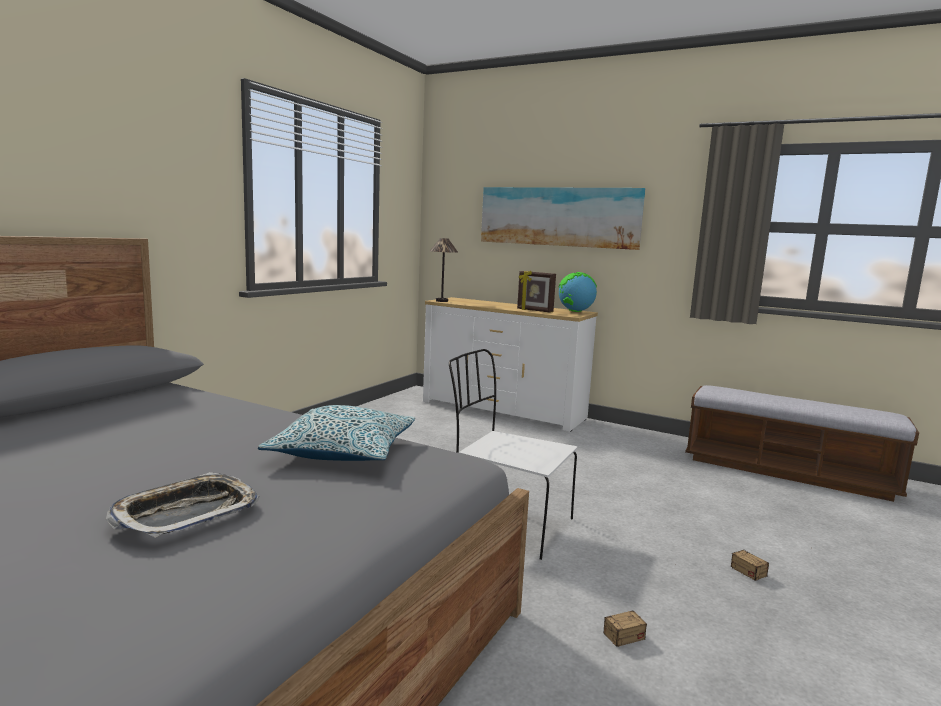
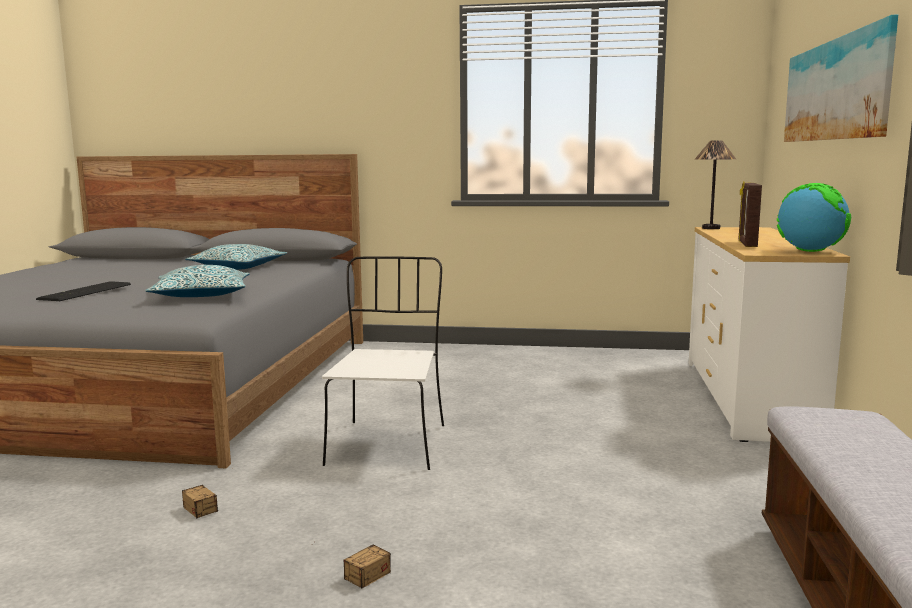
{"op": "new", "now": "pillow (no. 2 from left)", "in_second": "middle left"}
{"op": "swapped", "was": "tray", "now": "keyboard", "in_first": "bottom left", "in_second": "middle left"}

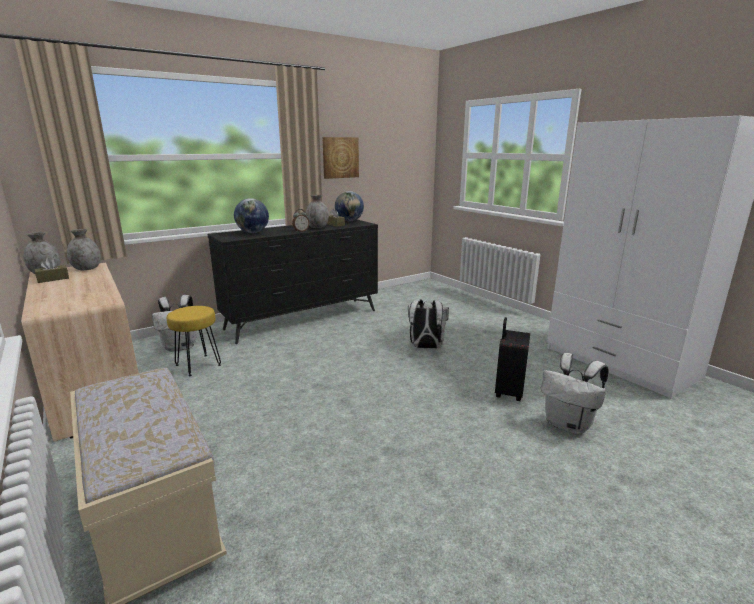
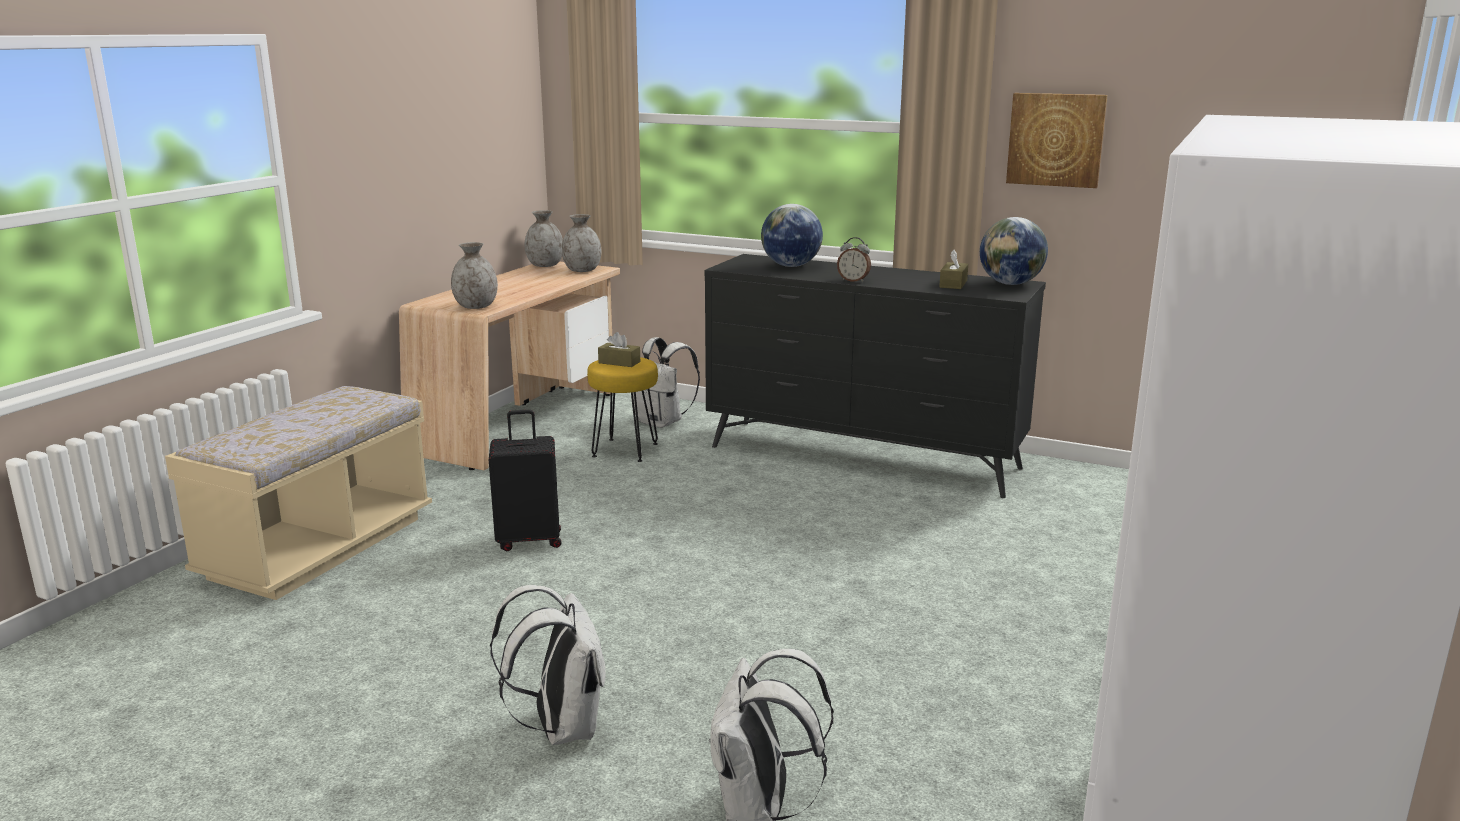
{"op": "shifted", "was": "tissue box (brown) (no. 1 from left)", "in_first": "middle left", "in_second": "centre"}
{"op": "shifted", "was": "vase (grey) (no. 3 from left in the first image)", "now": "vase (grey) (no. 1 from left)", "in_first": "centre", "in_second": "middle left"}
{"op": "shifted", "was": "backpack (white) (no. 2 from left in the first image)", "now": "backpack (white) (no. 1 from left)", "in_first": "centre", "in_second": "bottom centre"}
{"op": "shifted", "was": "suitcase (black)", "in_first": "middle right", "in_second": "centre"}

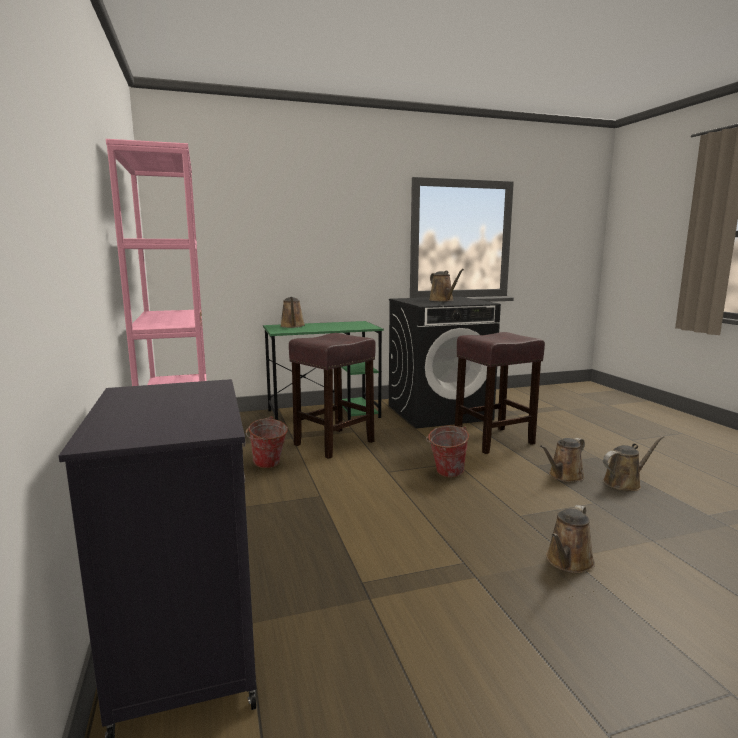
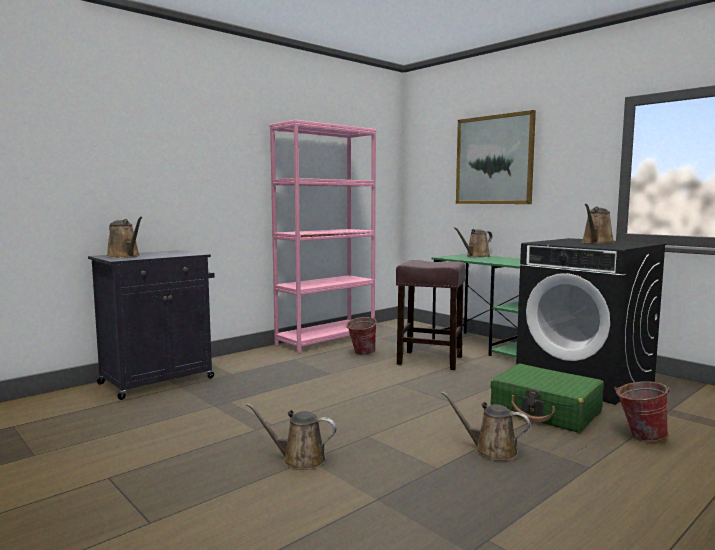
{"op": "new", "now": "picture", "in_second": "top right"}
{"op": "shifted", "was": "bucket (no. 2 from left)", "in_first": "centre", "in_second": "bottom right"}
{"op": "shifted", "was": "watering can (brown) (no. 5 from left in the first image)", "now": "watering can (brown) (no. 1 from left)", "in_first": "middle right", "in_second": "middle left"}
{"op": "swapped", "was": "stool (brown) (no. 2 from left)", "now": "suitcase (green)", "in_first": "middle right", "in_second": "bottom right"}

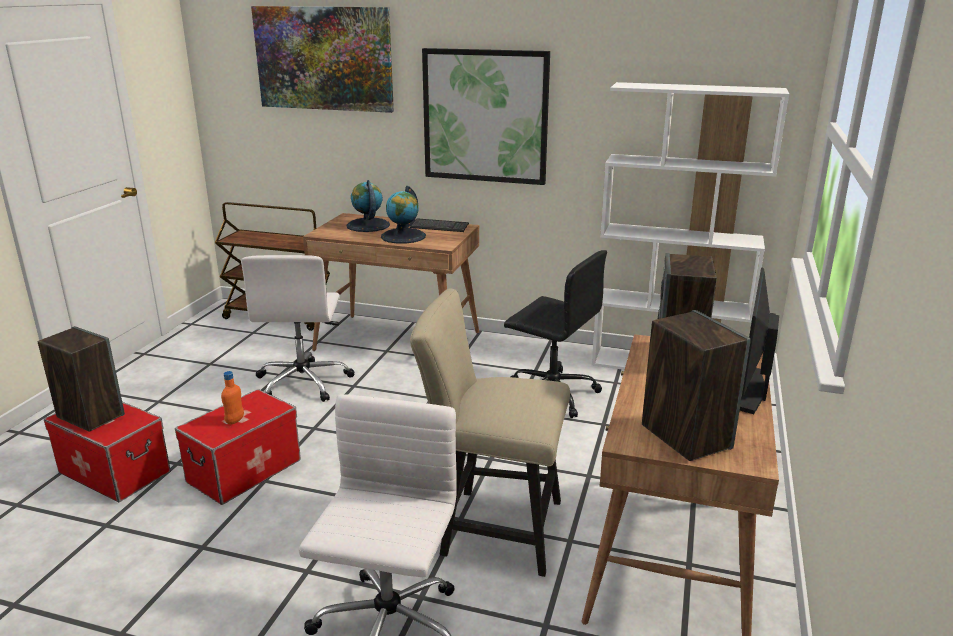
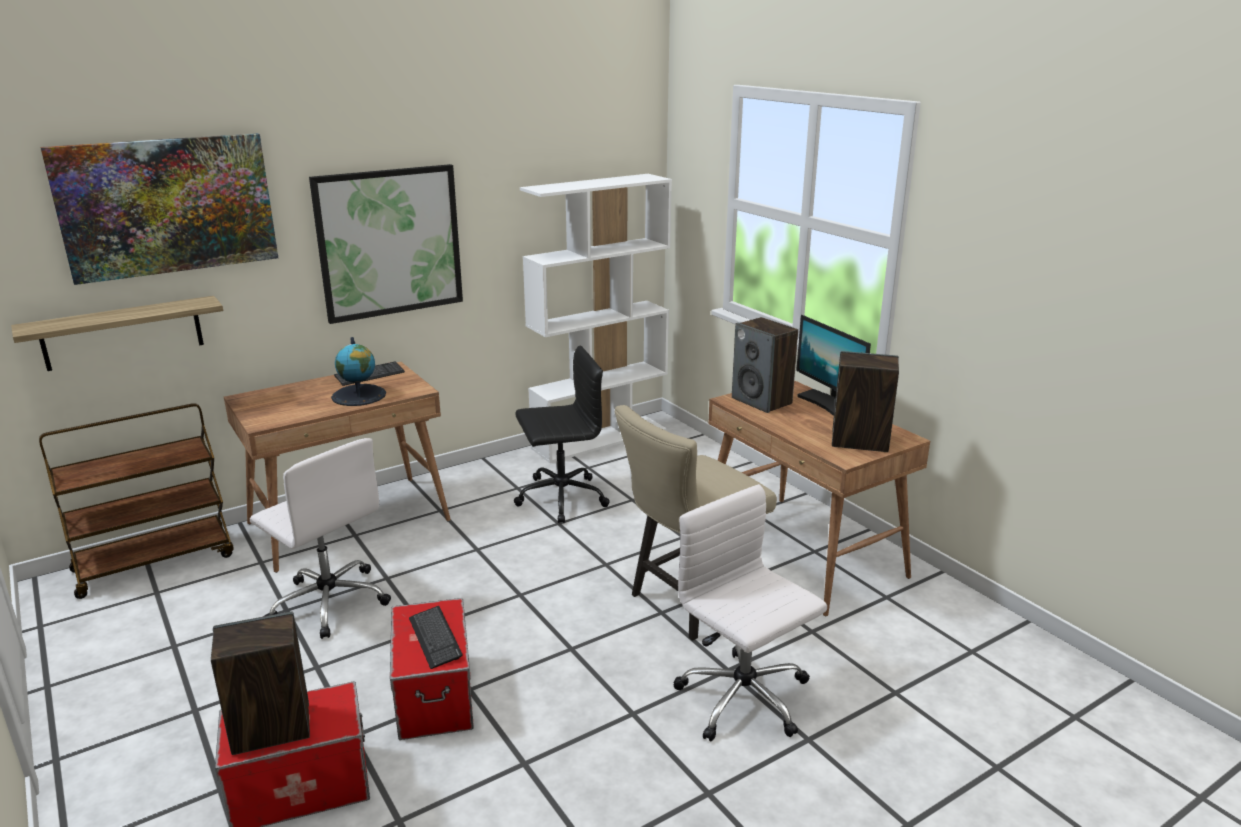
{"op": "gone", "was": "globe (no. 1 from left)", "in_first": "top centre"}
{"op": "new", "now": "shelf", "in_second": "middle left"}
{"op": "swapped", "was": "bottle (orange)", "now": "keyboard (no. 2 from left)", "in_first": "middle left", "in_second": "bottom centre"}

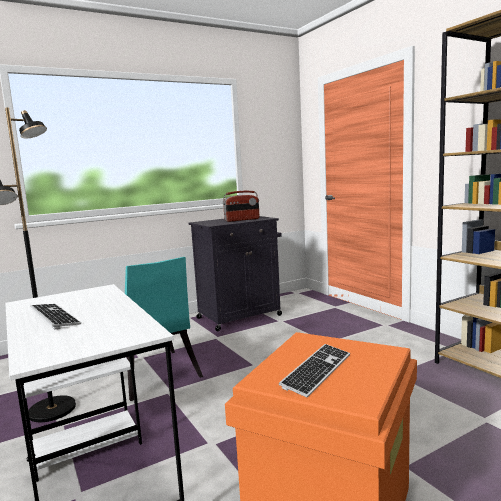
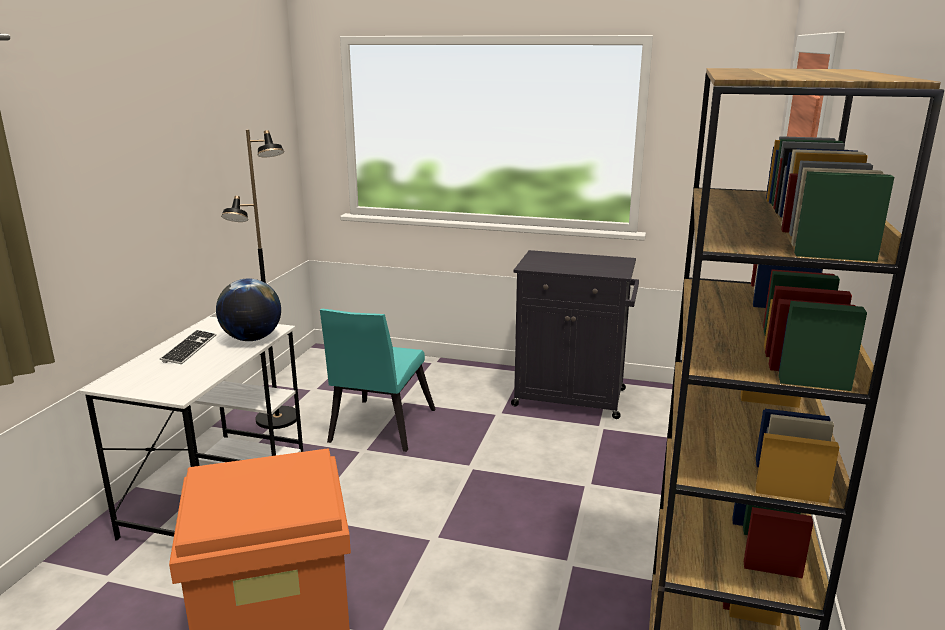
{"op": "gone", "was": "radio", "in_first": "centre"}
{"op": "gone", "was": "keyboard (no. 2 from left)", "in_first": "bottom centre"}
{"op": "new", "now": "globe", "in_second": "middle left"}

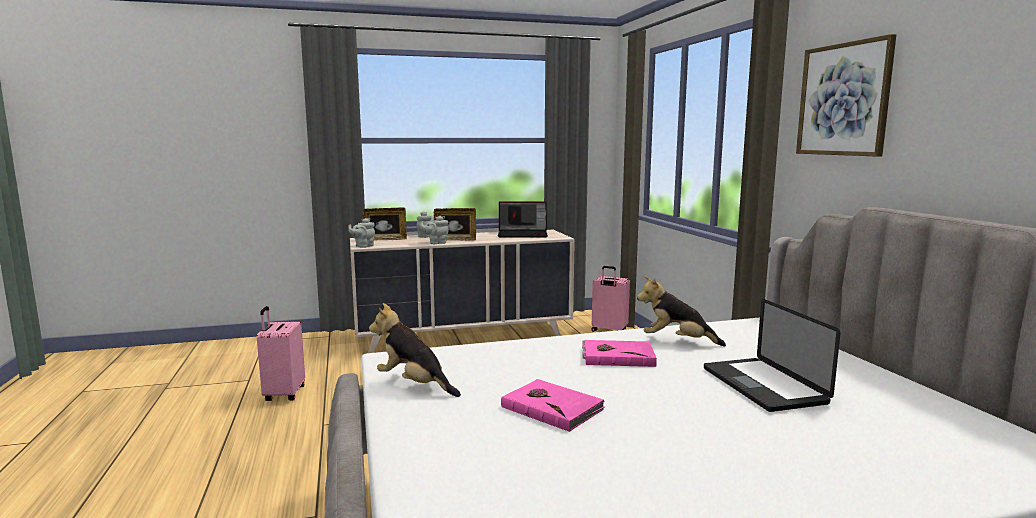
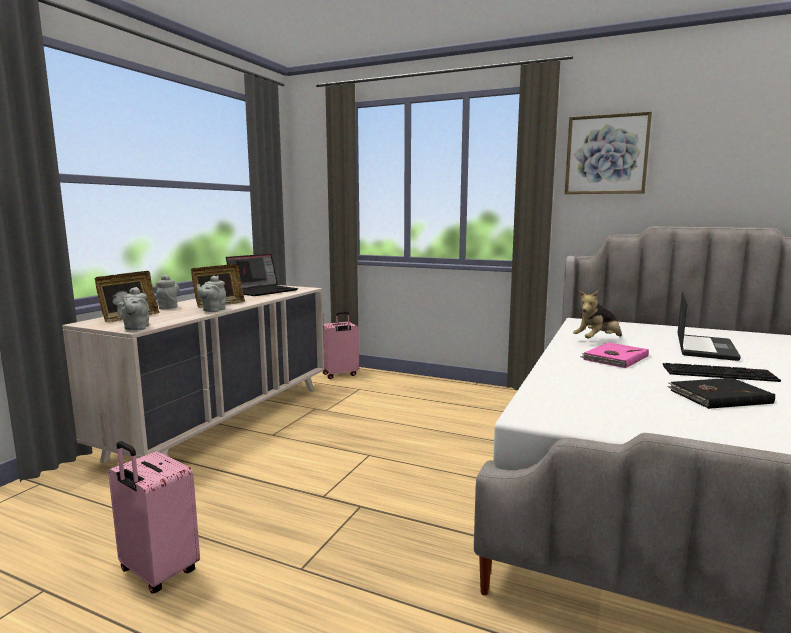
{"op": "gone", "was": "plush toy (no. 1 from left)", "in_first": "bottom centre"}
{"op": "new", "now": "keyboard", "in_second": "middle right"}
{"op": "repainted", "was": "book (pink) (no. 1 from left)", "now": "book (black)", "in_first": "bottom centre", "in_second": "middle right"}
{"op": "rotated", "was": "laptop (no. 2 from left)", "in_first": "bottom right", "in_second": "middle right", "clockwise": -90}

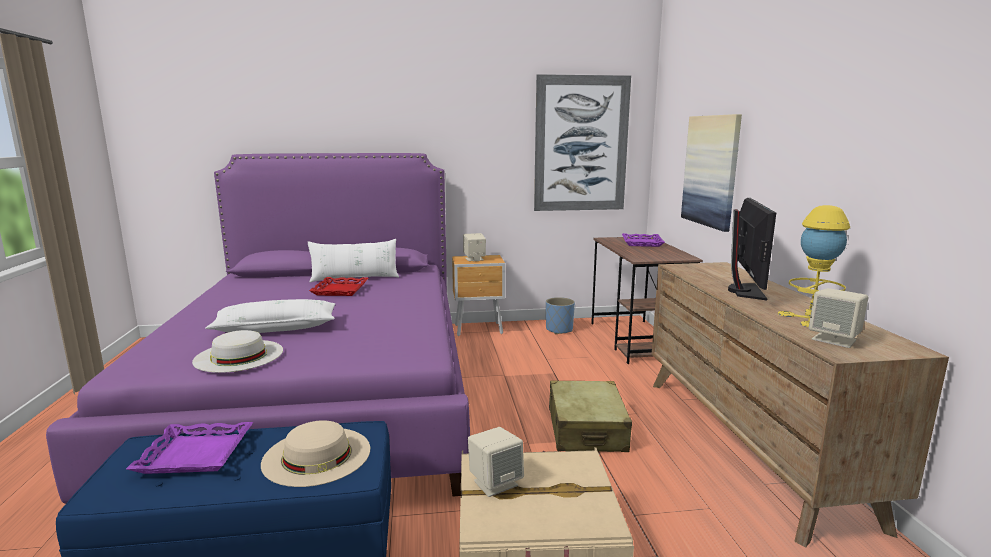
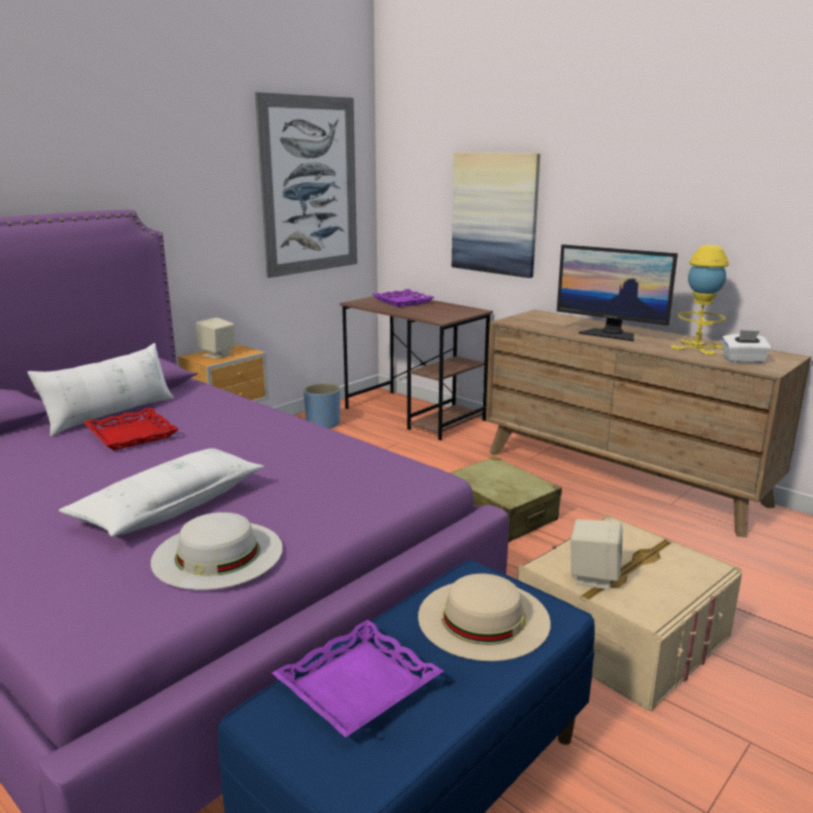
{"op": "swapped", "was": "speaker (beige) (no. 3 from left)", "now": "tissue box (white)", "in_first": "middle right", "in_second": "middle right"}
{"op": "rotated", "was": "monitor", "in_first": "middle right", "in_second": "middle right", "clockwise": 150}

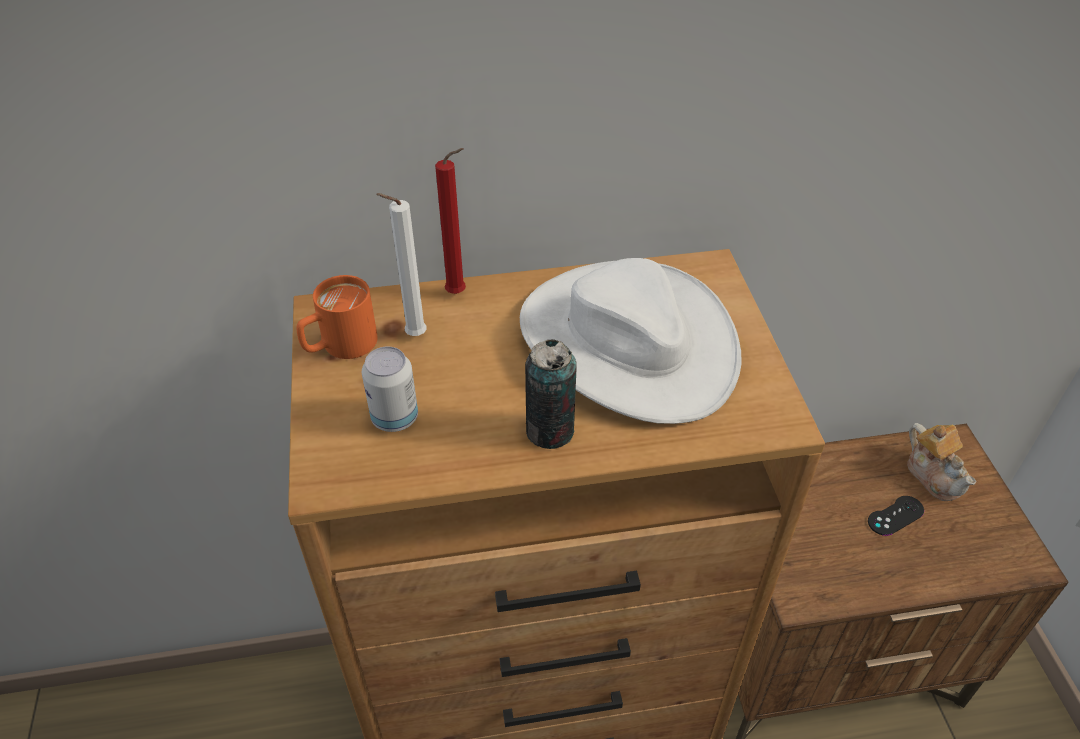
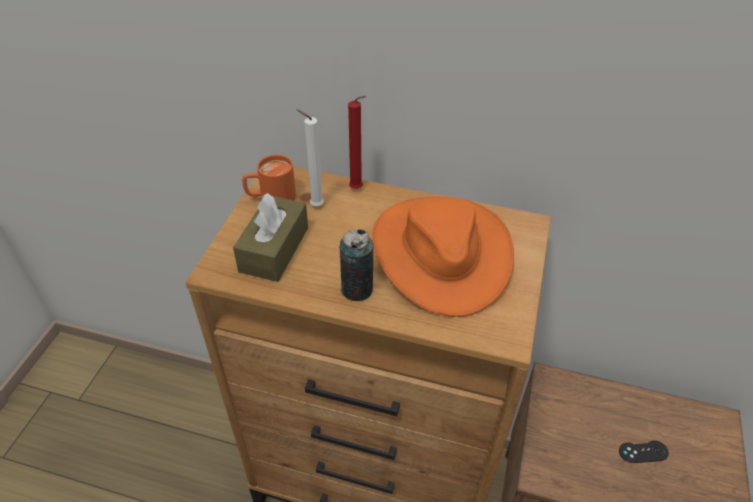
{"op": "gone", "was": "teapot", "in_first": "middle right"}
{"op": "swapped", "was": "can (no. 1 from left)", "now": "tissue box (brown)", "in_first": "centre", "in_second": "centre"}
{"op": "repainted", "was": "hat (white)", "now": "hat (orange)", "in_first": "centre", "in_second": "centre"}

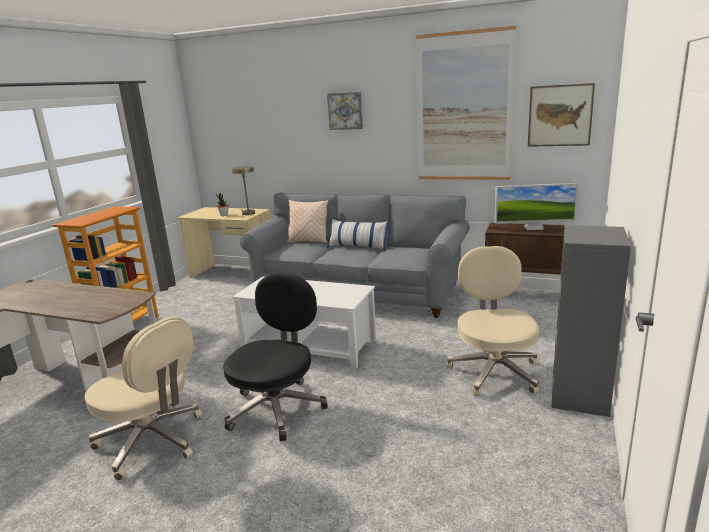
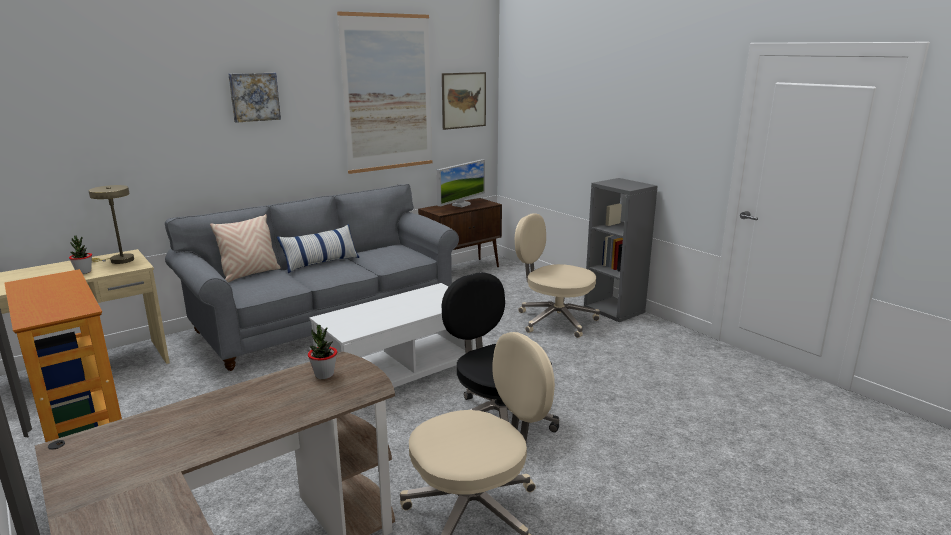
{"op": "new", "now": "potted plant (no. 2 from left)", "in_second": "centre"}

